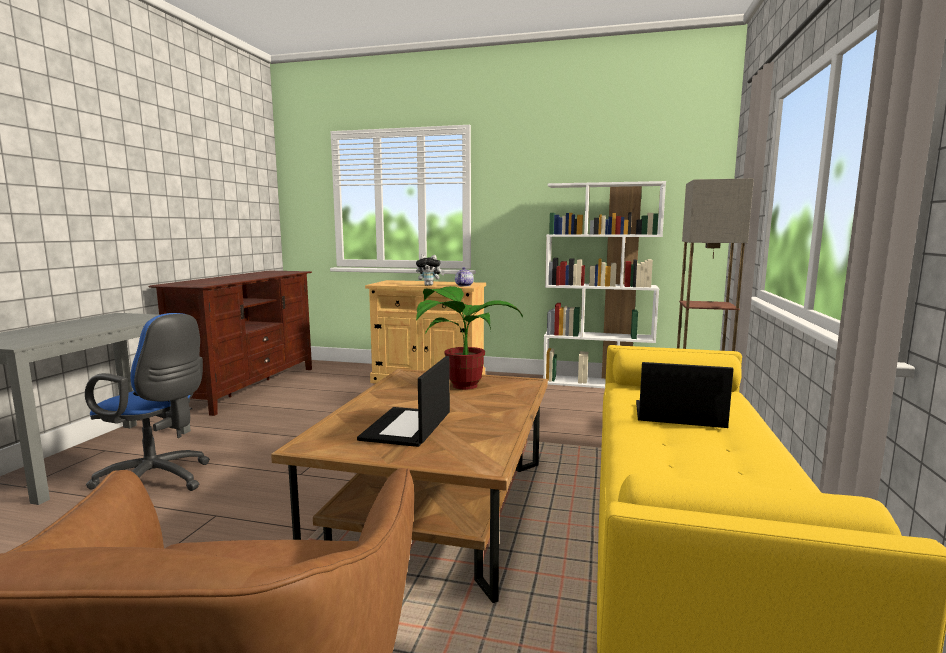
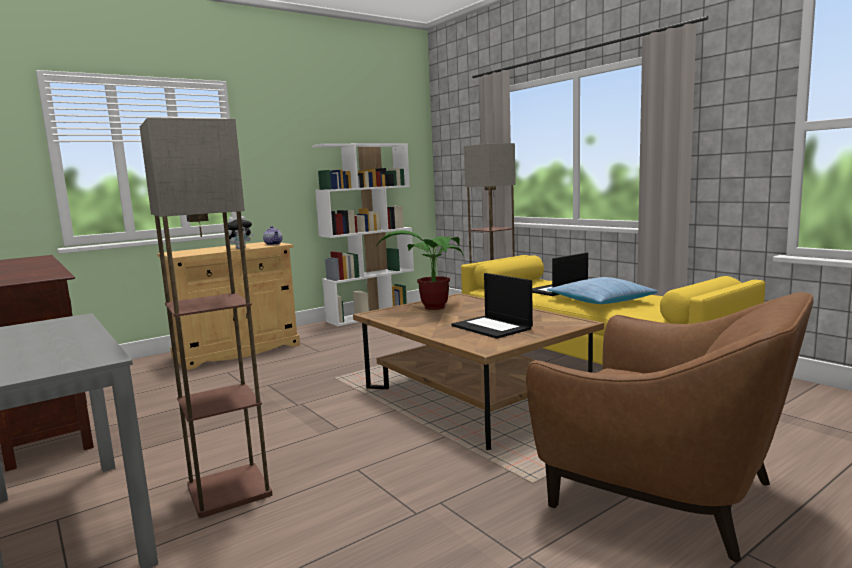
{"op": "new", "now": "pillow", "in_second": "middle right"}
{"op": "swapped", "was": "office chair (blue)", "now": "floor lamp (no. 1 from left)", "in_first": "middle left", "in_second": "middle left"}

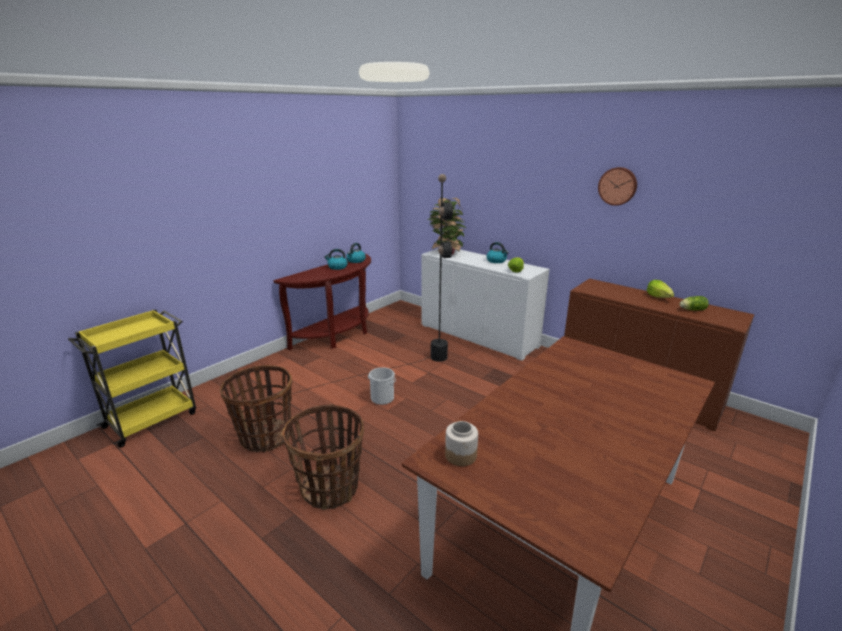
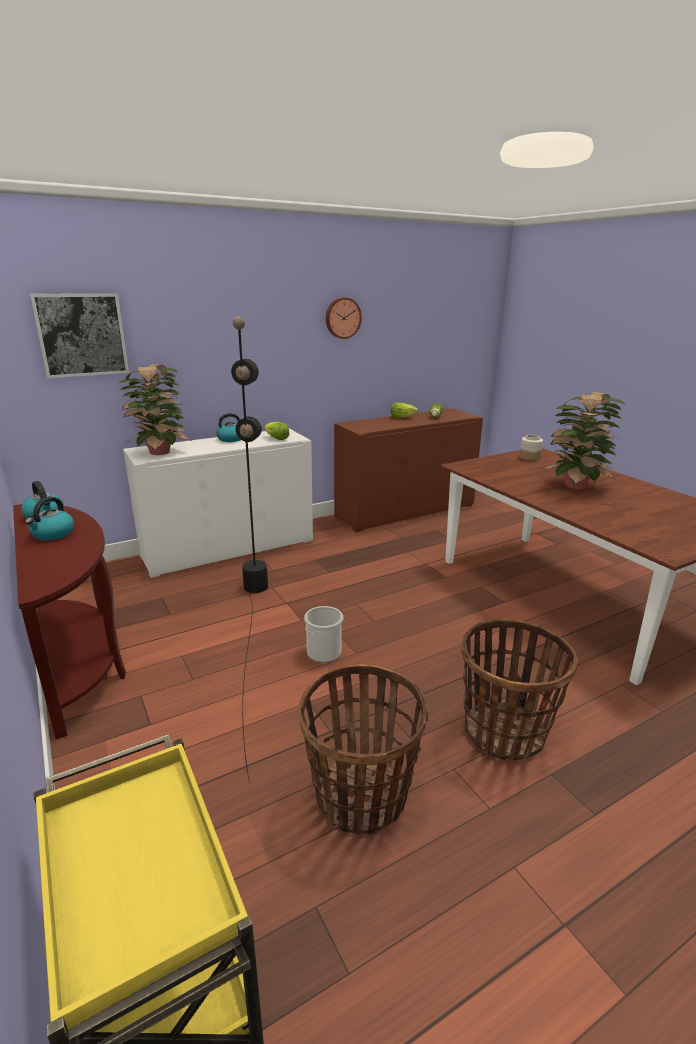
{"op": "new", "now": "picture", "in_second": "top left"}
{"op": "new", "now": "potted plant (no. 2 from left)", "in_second": "middle right"}
{"op": "shifted", "was": "jar", "in_first": "bottom centre", "in_second": "middle right"}

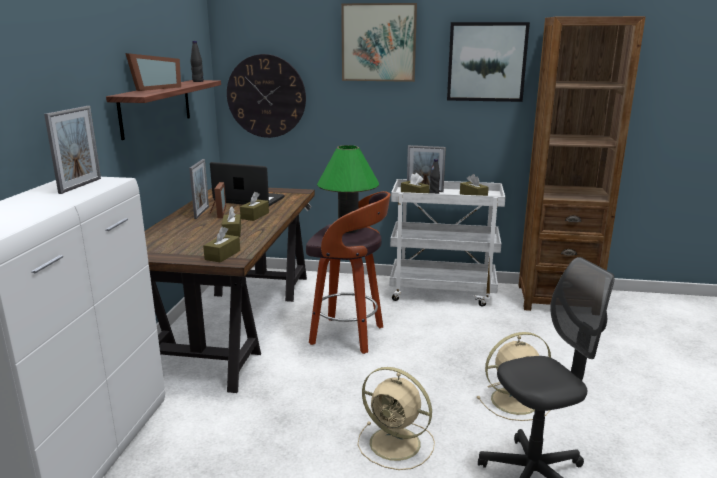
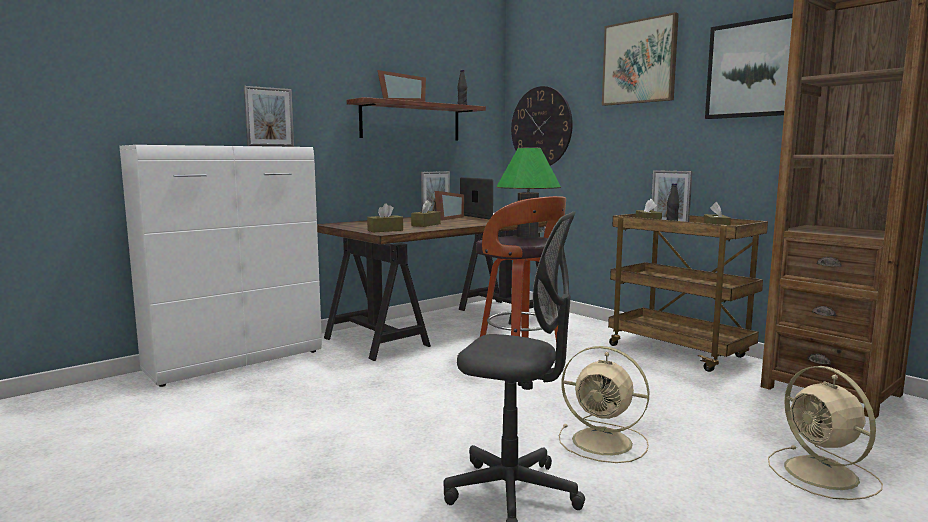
{"op": "gone", "was": "tissue box (brown) (no. 3 from left)", "in_first": "centre"}
{"op": "shifted", "was": "fan (beige) (no. 1 from left in the first image)", "now": "fan (beige) (no. 2 from left)", "in_first": "bottom centre", "in_second": "bottom right"}
{"op": "repainted", "was": "cart (white)", "now": "cart (brown)", "in_first": "centre", "in_second": "middle right"}

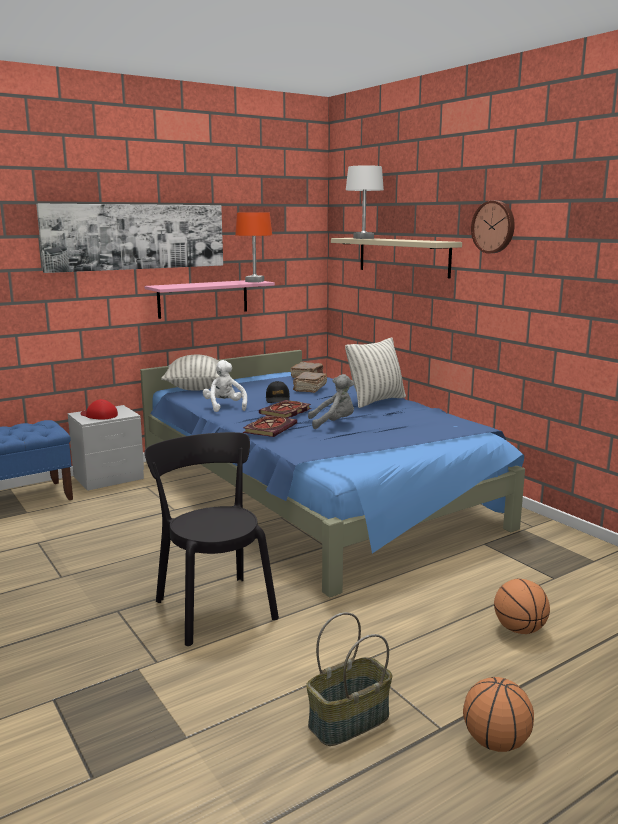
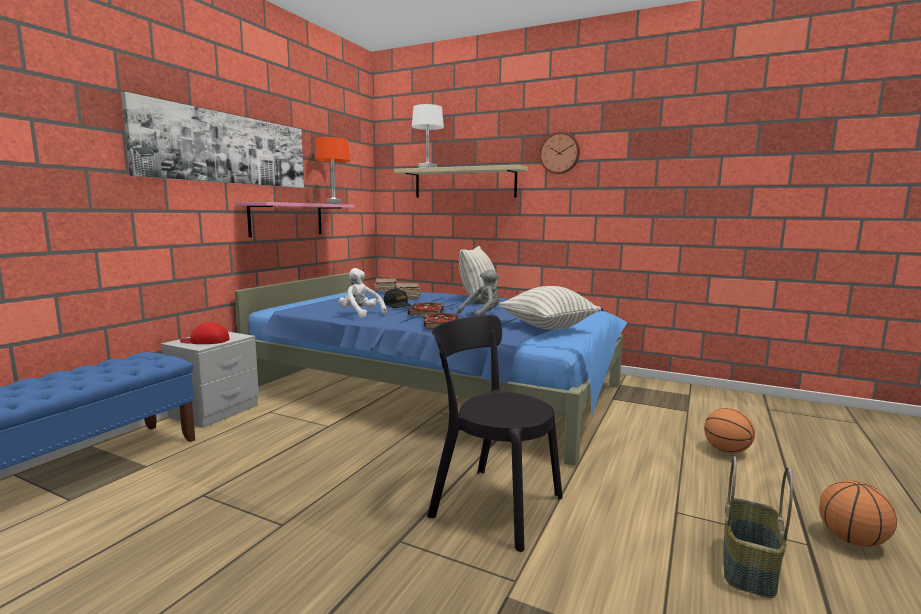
{"op": "shifted", "was": "pillow (no. 1 from left in the first image)", "now": "pillow (no. 2 from left)", "in_first": "middle left", "in_second": "centre"}

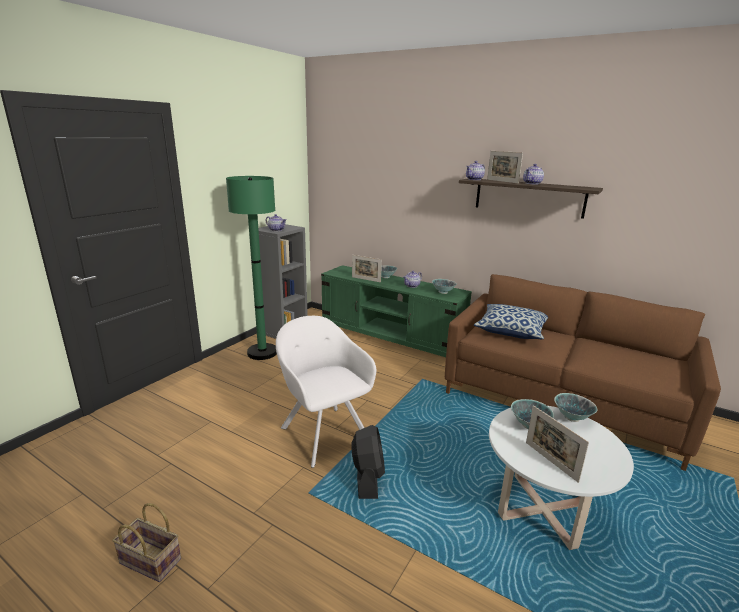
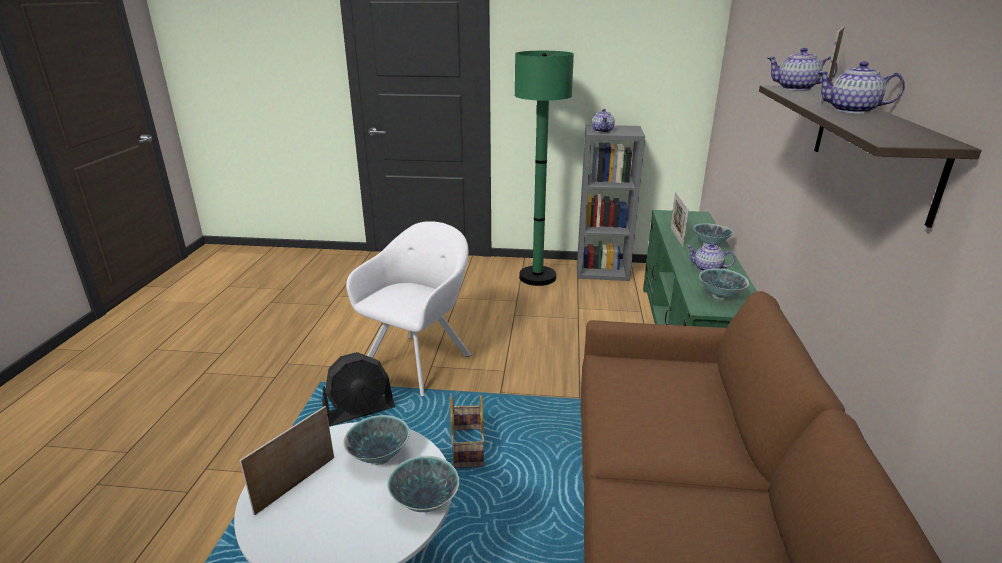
{"op": "gone", "was": "pillow", "in_first": "middle right"}
{"op": "shifted", "was": "basket", "in_first": "bottom left", "in_second": "bottom centre"}

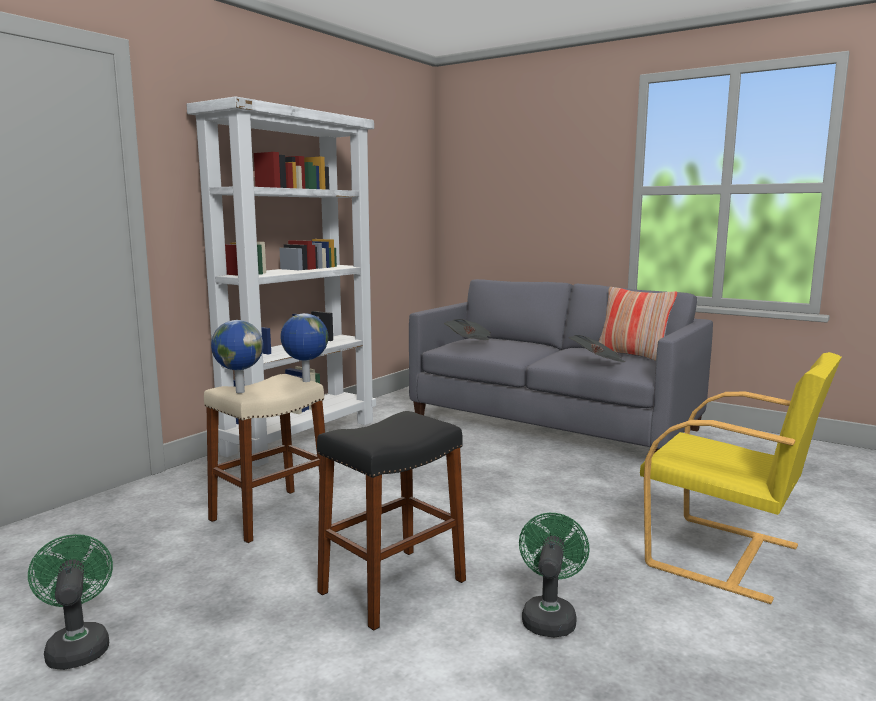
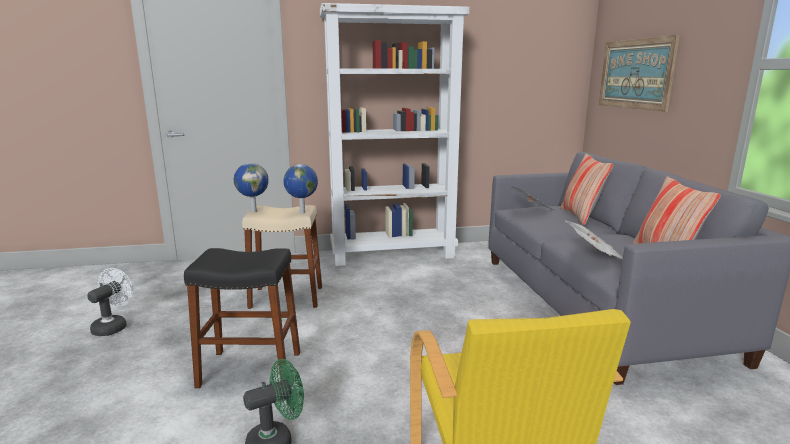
{"op": "new", "now": "pillow (no. 1 from left)", "in_second": "middle right"}
{"op": "new", "now": "picture", "in_second": "top right"}
{"op": "repainted", "was": "fan (green) (no. 1 from left)", "now": "fan (white)", "in_first": "bottom left", "in_second": "bottom left"}

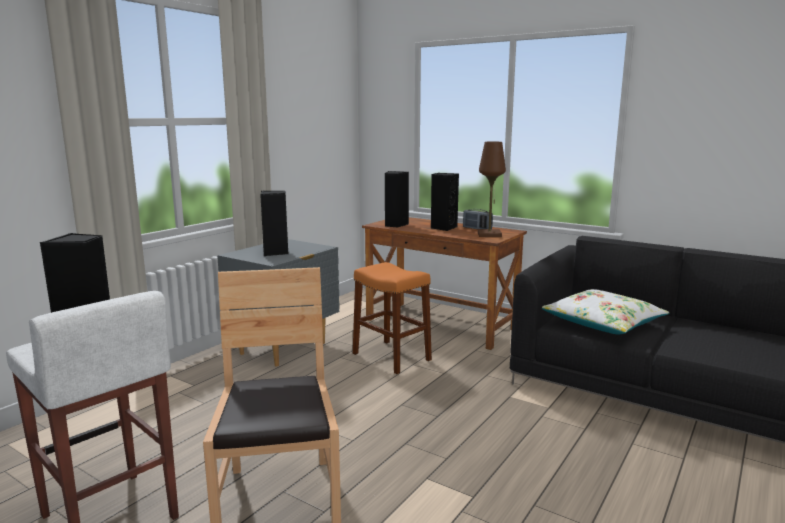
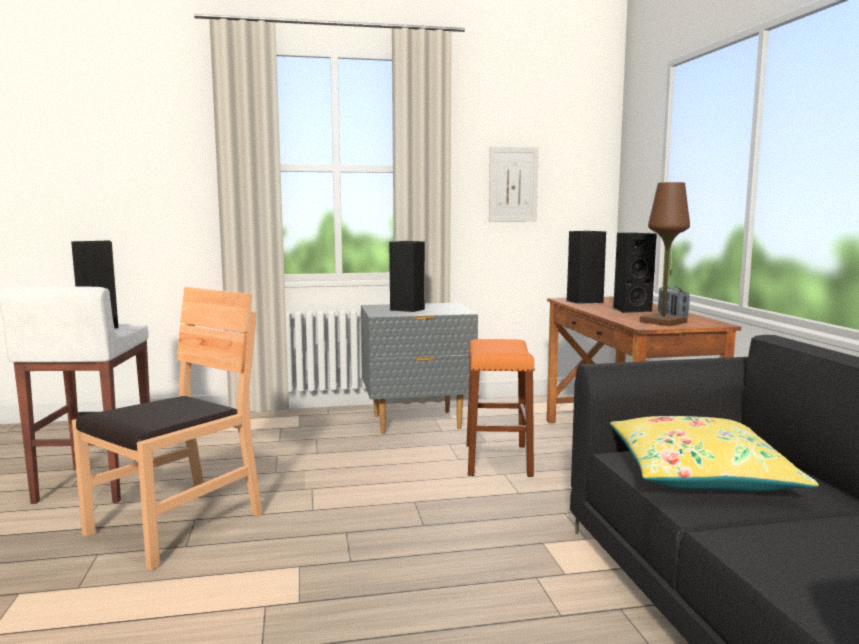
{"op": "new", "now": "picture", "in_second": "top centre"}
{"op": "repainted", "was": "pillow (white)", "now": "pillow (yellow)", "in_first": "middle right", "in_second": "bottom right"}

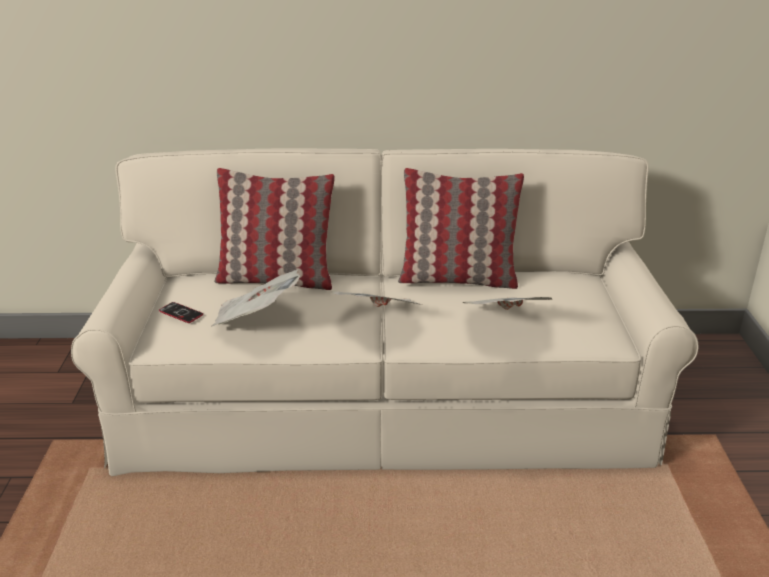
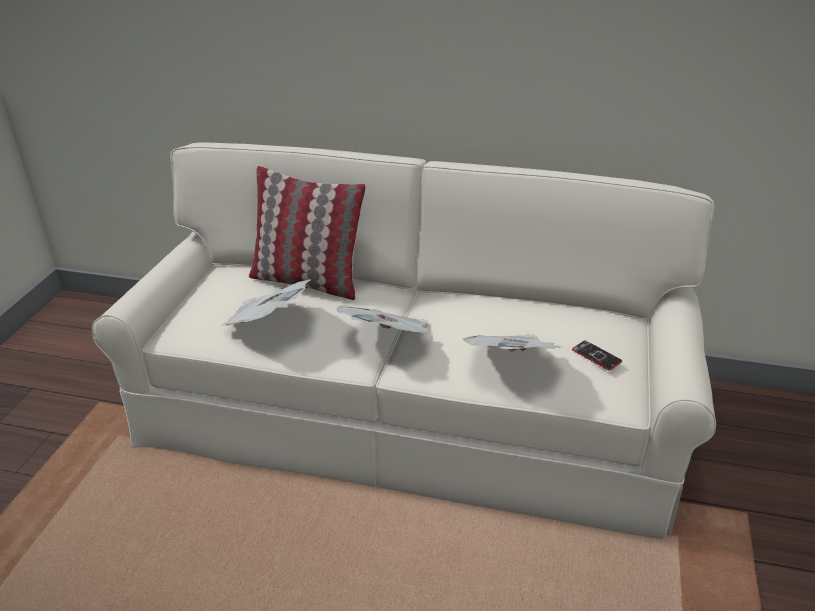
{"op": "gone", "was": "pillow (no. 2 from left)", "in_first": "centre"}
{"op": "shifted", "was": "phone", "in_first": "middle left", "in_second": "middle right"}

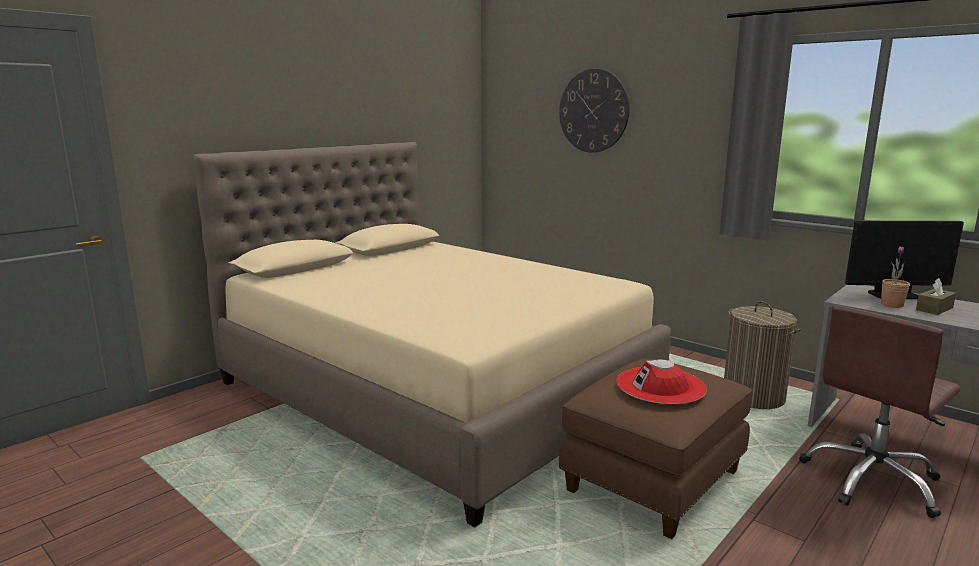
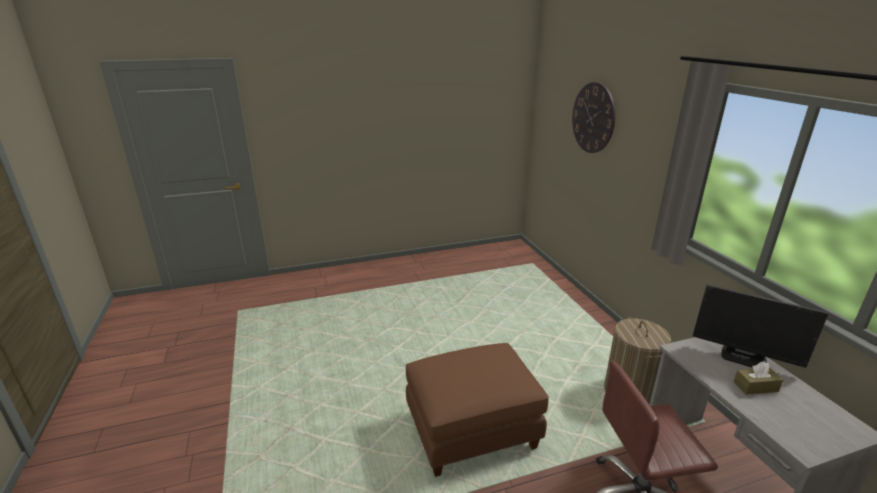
{"op": "gone", "was": "bed (beige)", "in_first": "centre"}
{"op": "gone", "was": "hat (red)", "in_first": "bottom right"}
{"op": "gone", "was": "potted plant", "in_first": "middle right"}

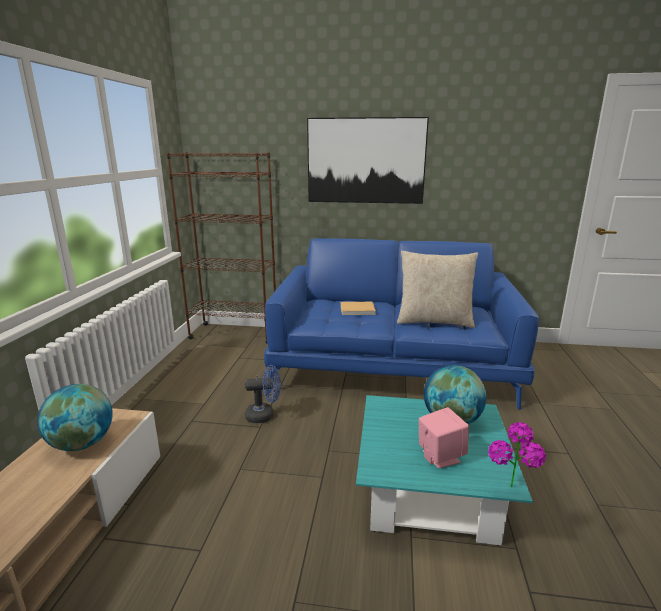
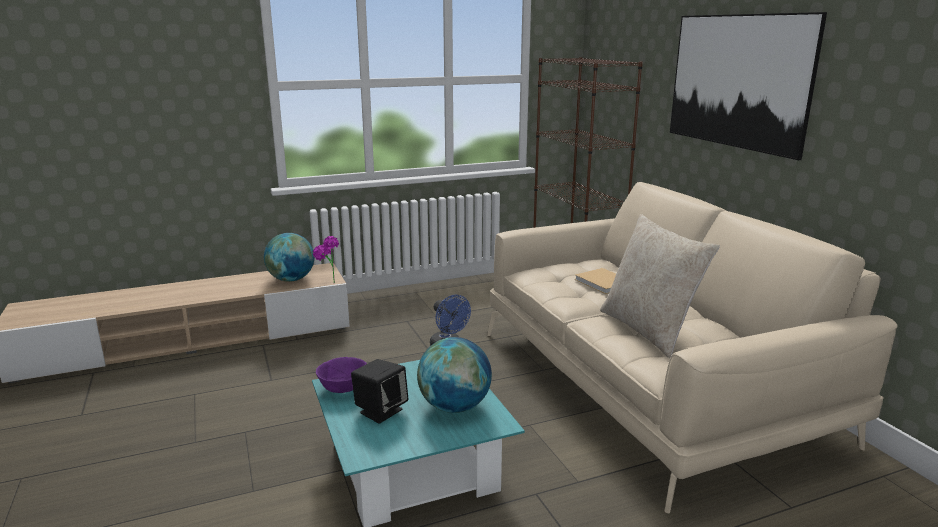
{"op": "new", "now": "bowl (purple)", "in_second": "bottom centre"}
{"op": "shifted", "was": "potted plant", "in_first": "bottom right", "in_second": "centre"}
{"op": "repainted", "was": "sofa (blue)", "now": "sofa (beige)", "in_first": "centre", "in_second": "middle right"}
{"op": "repainted", "was": "speaker (pink)", "now": "speaker (black)", "in_first": "bottom right", "in_second": "bottom centre"}

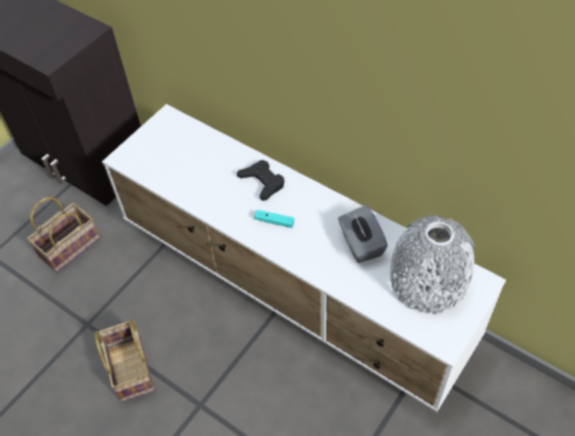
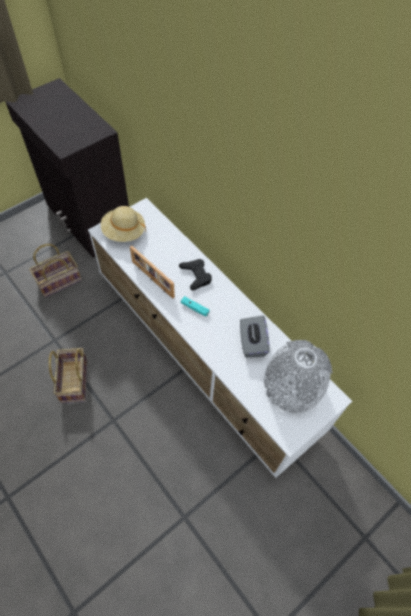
{"op": "new", "now": "hat (beige)", "in_second": "middle left"}
{"op": "new", "now": "picture frame", "in_second": "centre"}

